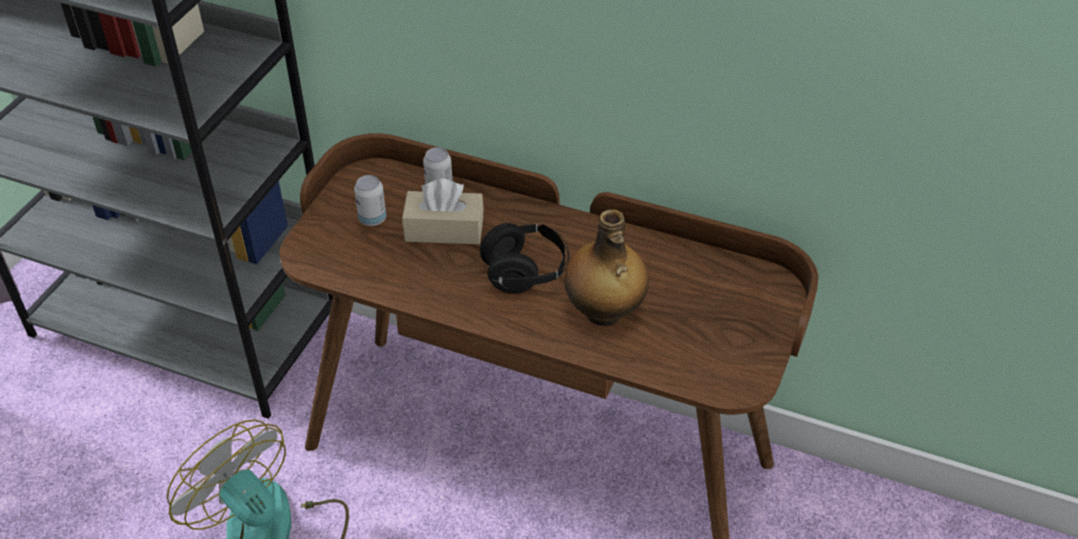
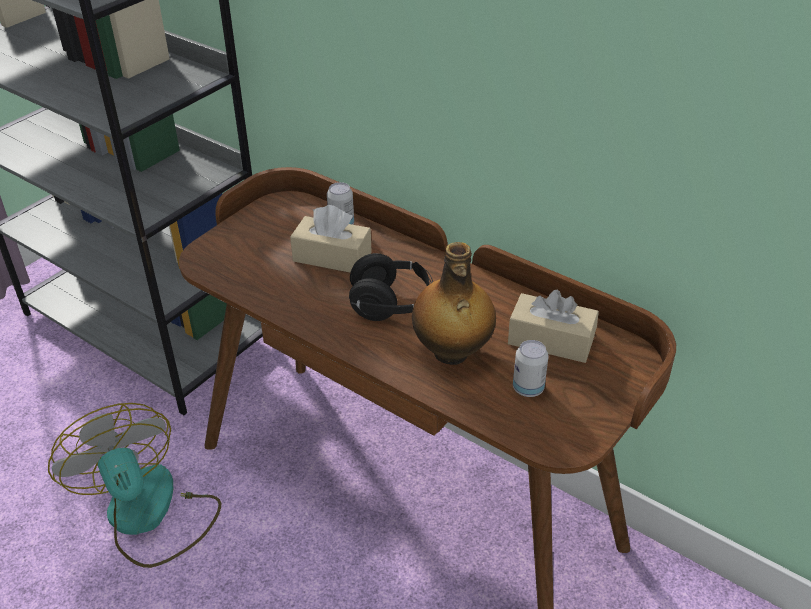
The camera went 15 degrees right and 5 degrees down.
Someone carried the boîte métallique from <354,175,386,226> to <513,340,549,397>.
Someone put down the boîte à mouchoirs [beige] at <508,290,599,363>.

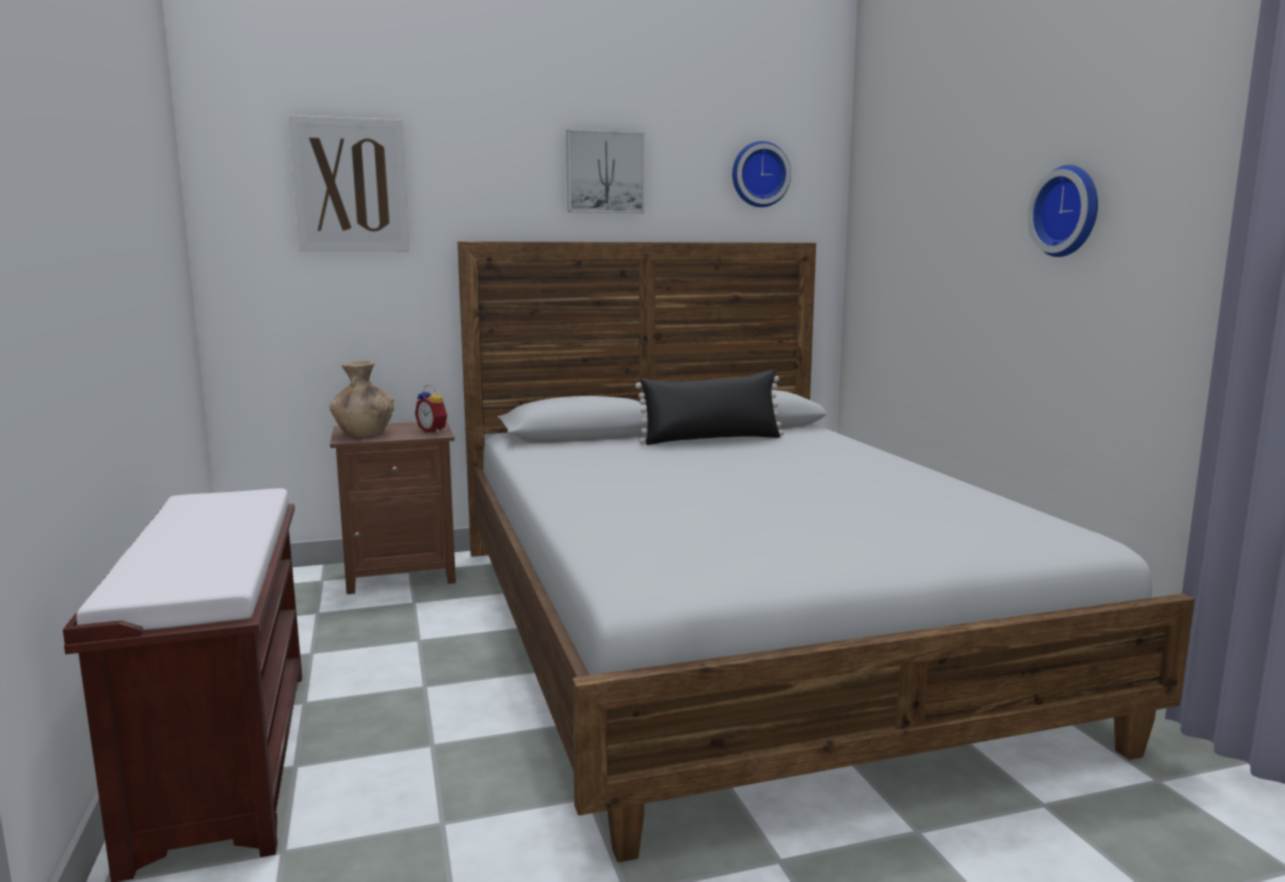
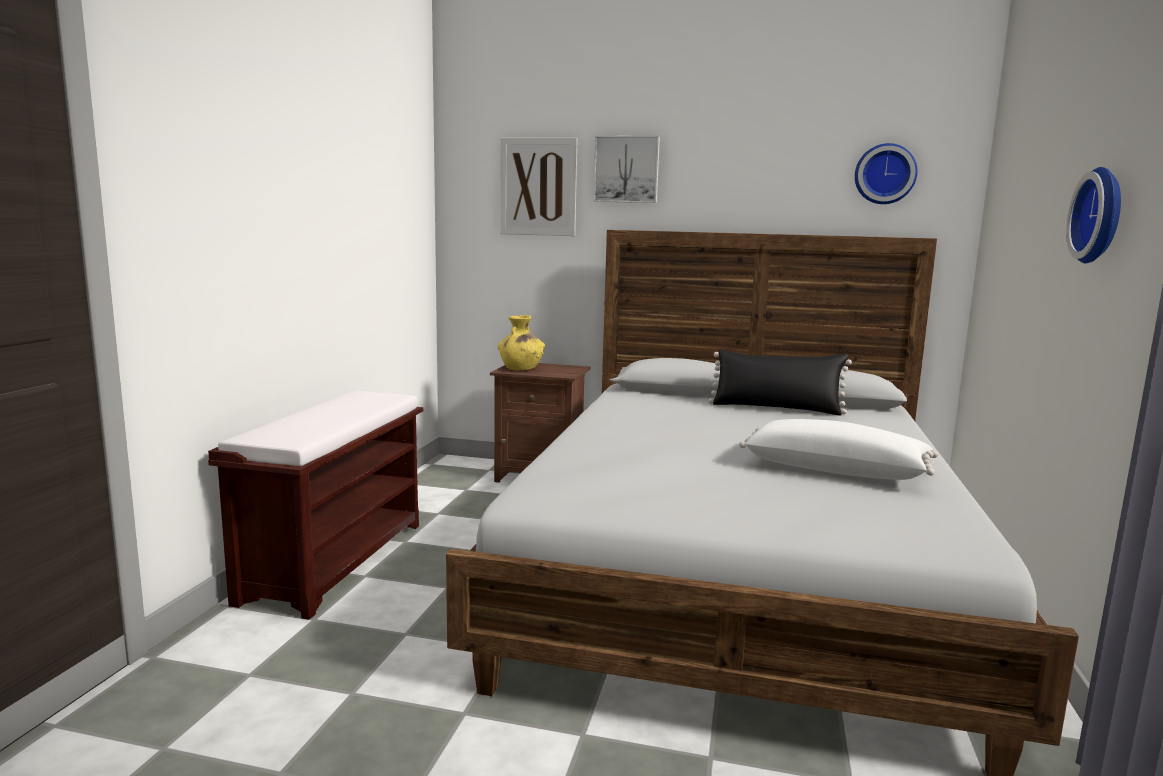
The camera went 30 degrees right and 0 degrees up.
Someone repainted the vase [marron] at <330,360,394,437>, which became the vase [jaune] at <498,315,545,370>.
Someone took away the réveil at <415,384,448,433>.
Someone carried the tableau from <566,129,645,213> to <593,136,660,203>.
Someone put down the coussin [blanc] at <739,419,938,480>.

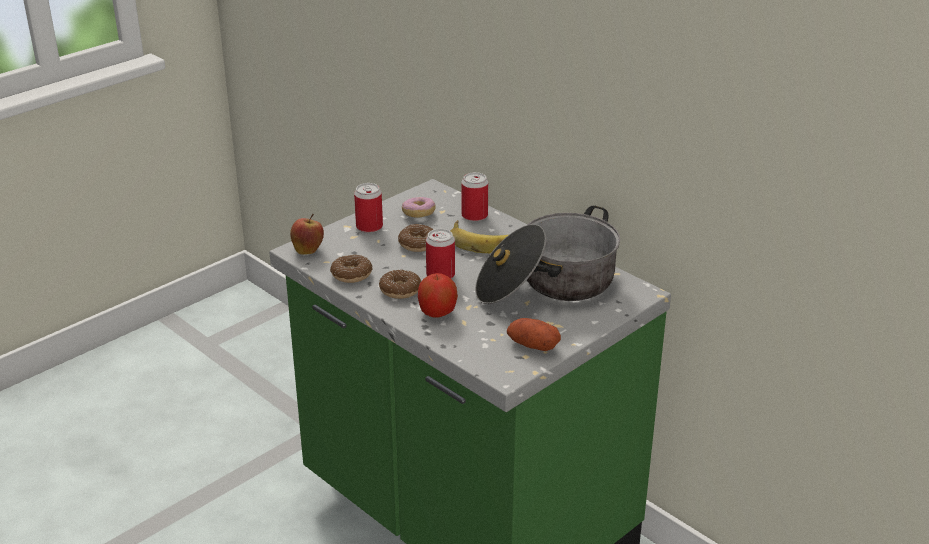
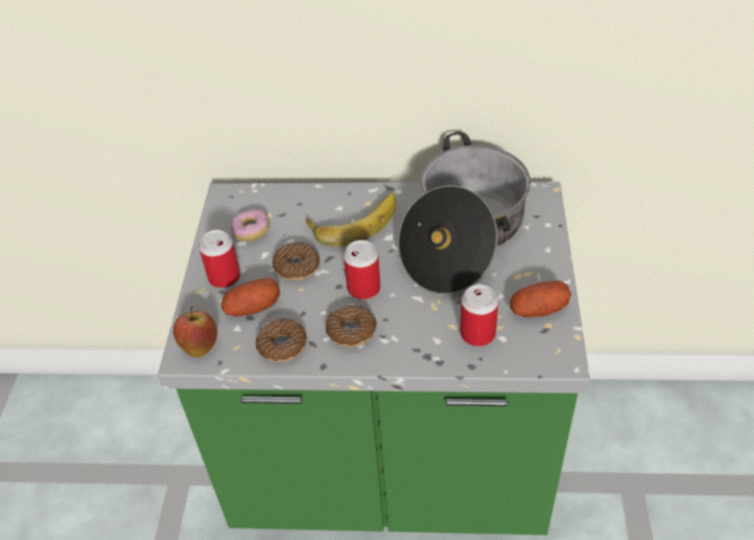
The camera went 40 degrees left and 15 degrees up.
Someone took away the pomme at <418,273,458,318>.
Someone carried the boîte métallique from <462,172,488,221> to <460,284,499,346>.
Someone put down the pomme de terre at <221,278,280,316>.

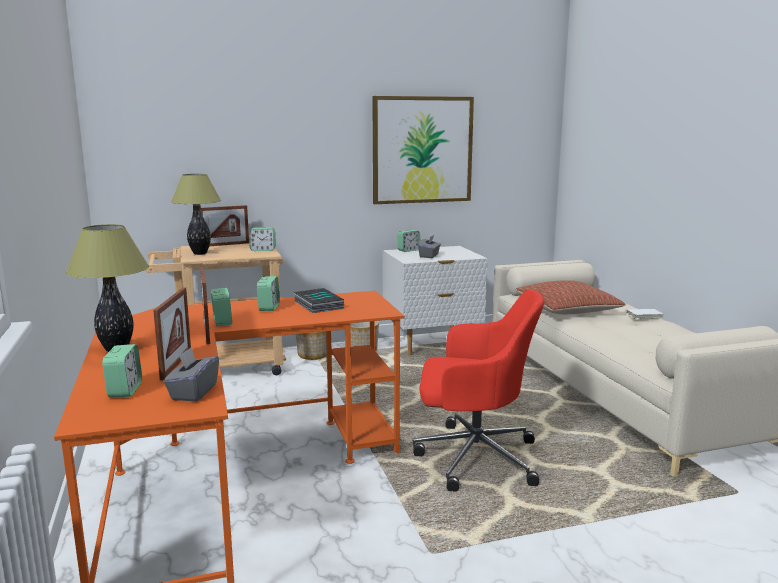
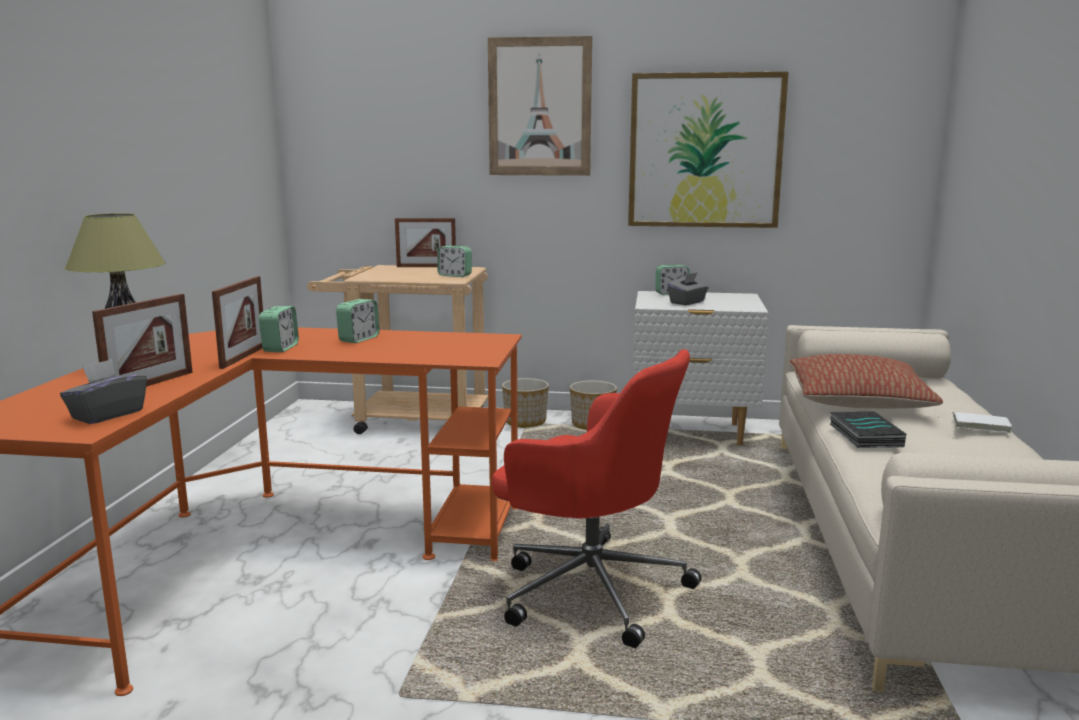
The camera went 25 degrees right and 0 degrees up.
Someone took away the réveil at <102,344,142,398>.
Someone took away the lampe de table at <171,174,221,255>.
Someone carried the livre from <294,288,344,313> to <830,411,906,448>.
Someone put up the tableau at <488,36,592,176>.

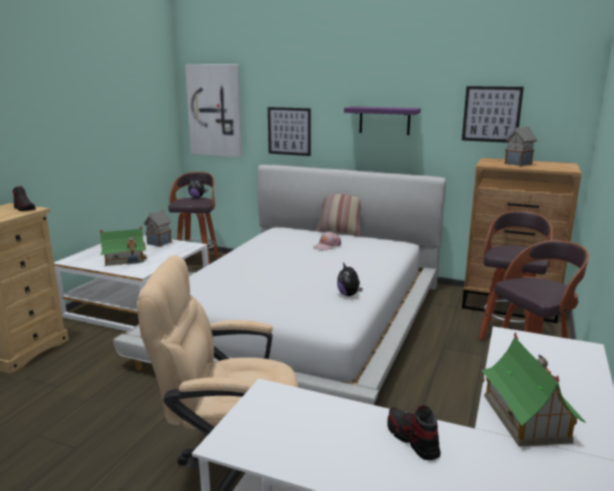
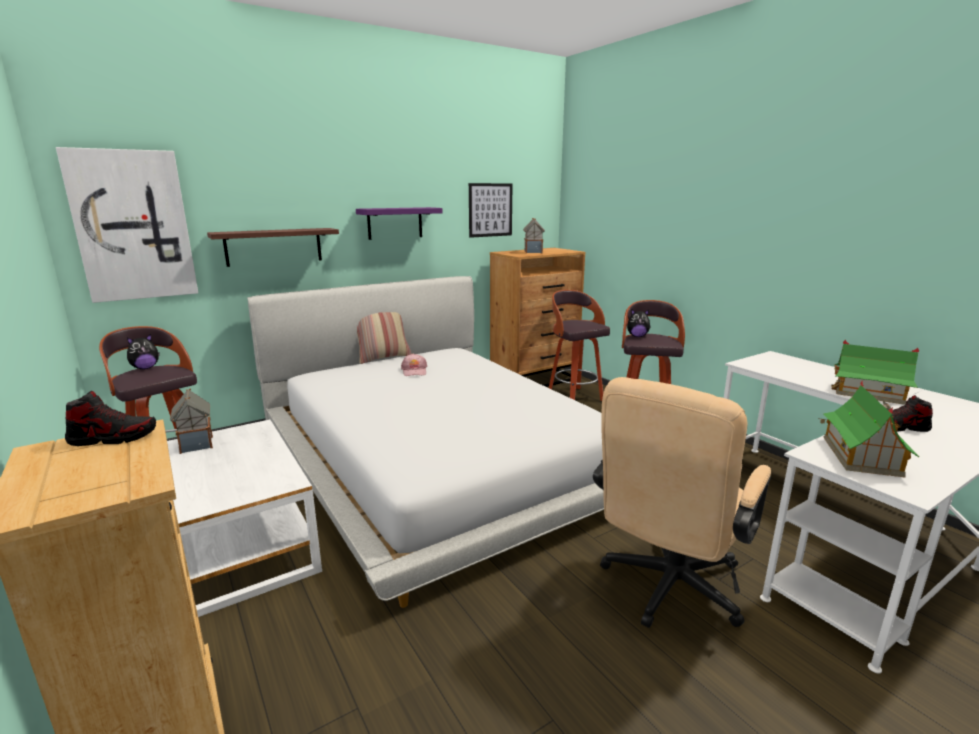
The camera went 55 degrees left and 0 degrees up.
Someone carried the maison miniature from <100,226,147,266> to <819,380,919,477>.
Someone swapped the tableau at <268,107,311,156> for the étagère at <207,228,339,267>.
Someone carried the peluche from <337,263,363,296> to <627,310,651,337>.

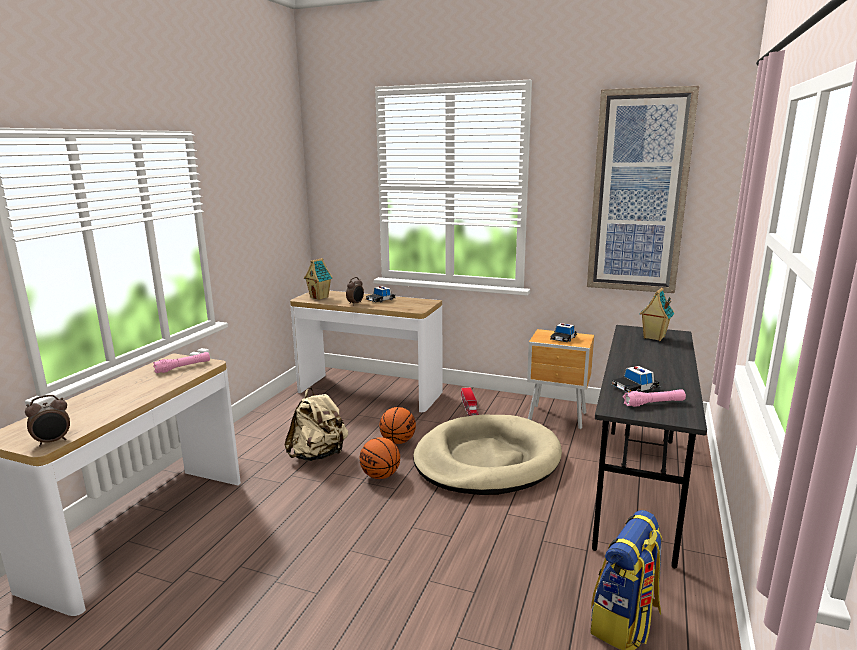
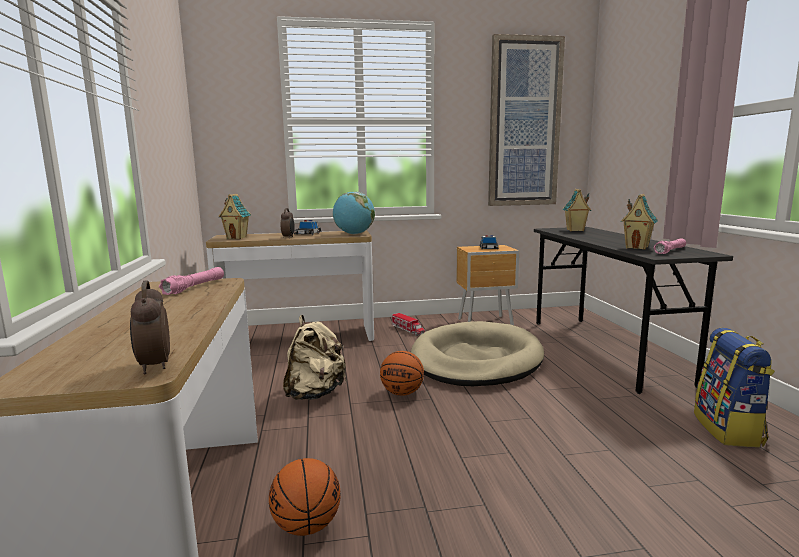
The camera went 30 degrees left and 5 degrees down.
Someone rotated the réveil at <25,395,70,447> by 135 degrees clockwise.
Someone carried the ballon de basket from <379,407,416,444> to <269,458,341,536>.
Someone swapped the petite voiture at <611,366,660,393> for the maison miniature at <621,194,658,250>.
Someone put down the globe at <333,191,375,234>.

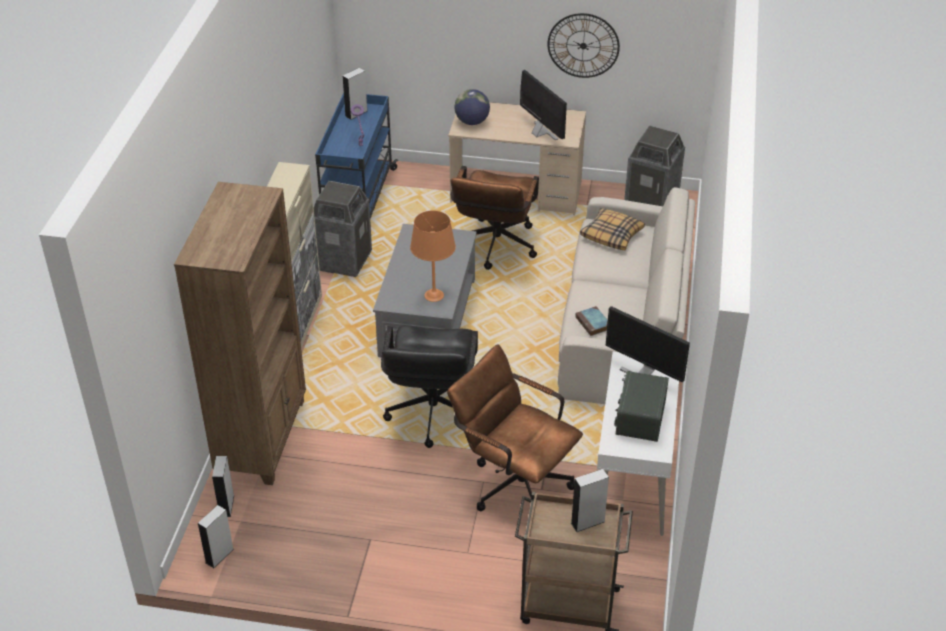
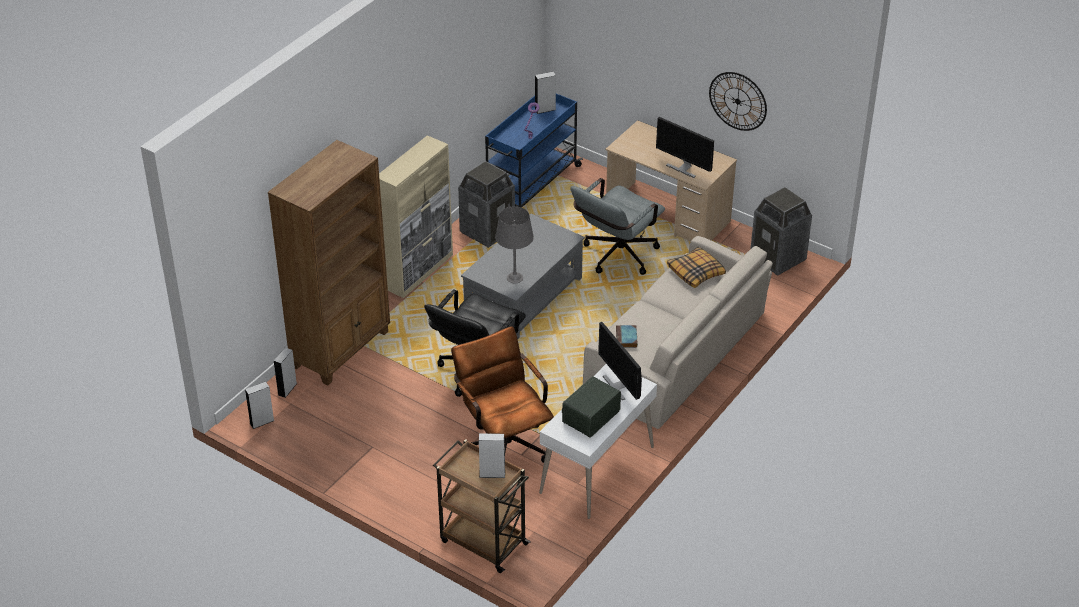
The camera went 25 degrees right and 0 degrees up.
Someone repainted the lampe de table [orange] at <410,211,456,302>, which became the lampe de table [gris] at <495,206,534,283>.
Someone repainted the chaise de bureau [marron] at <451,166,539,270>, which became the chaise de bureau [gris] at <570,178,665,275>.
Someone took away the globe at <455,89,490,125>.
Someone rotated the écran d'ordinateur at <520,70,567,140> by 135 degrees clockwise.

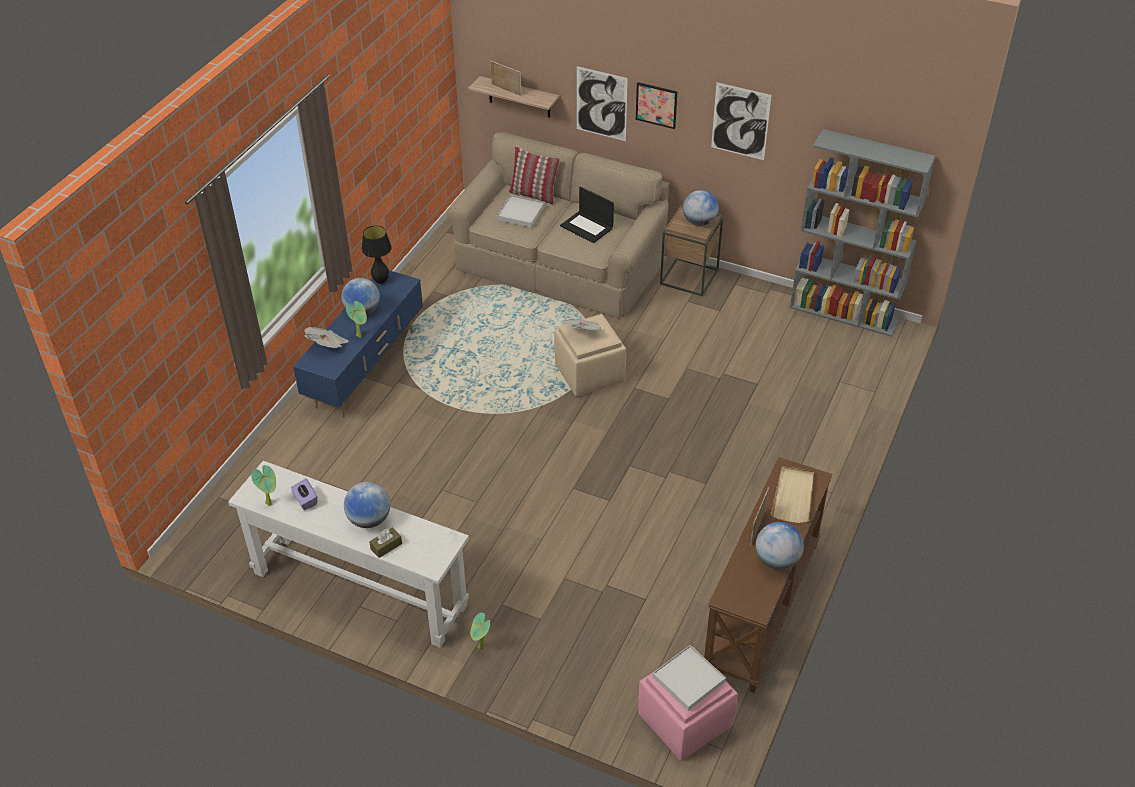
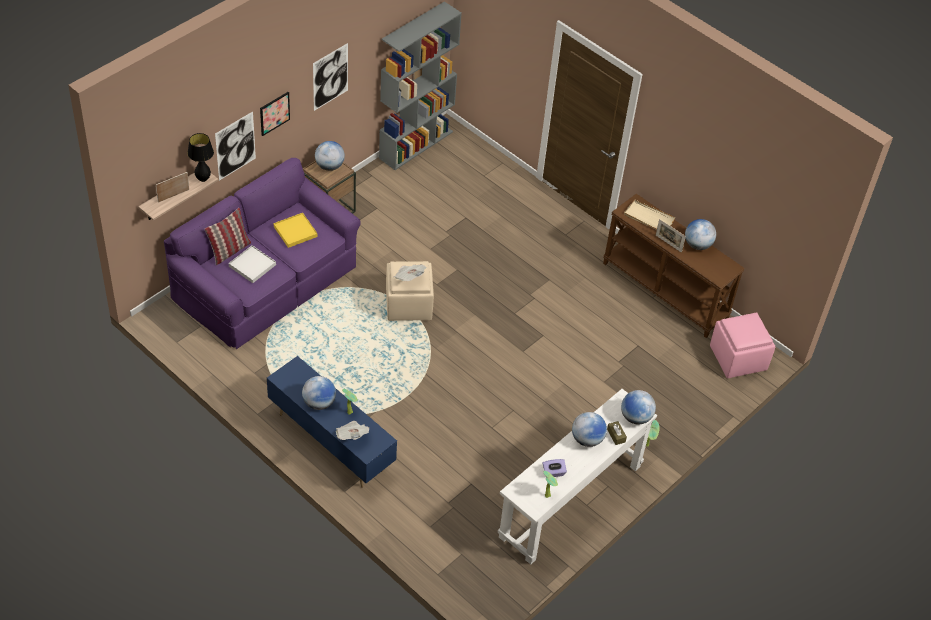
The camera went 75 degrees left and 5 degrees up.
Someone carried the lampe de table [noir] from <362,226,392,284> to <187,133,214,182>.
Someone repainted the canapé [beige] at <447,132,669,318>, which became the canapé [violet] at <164,158,361,349>.
Someone swapped the ordinateur portable at <560,186,614,243> for the plateau [jaune] at <274,213,318,248>.
Someone took away the plateau [blanc] at <653,645,726,711>.
Someone put down the globe at <621,390,656,424>.

